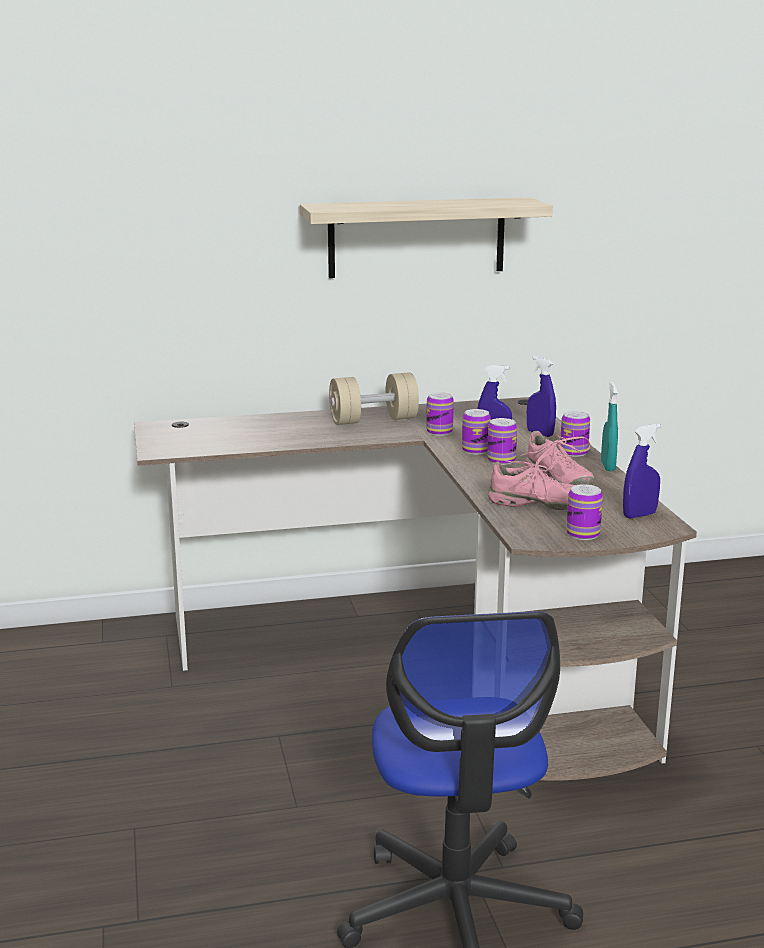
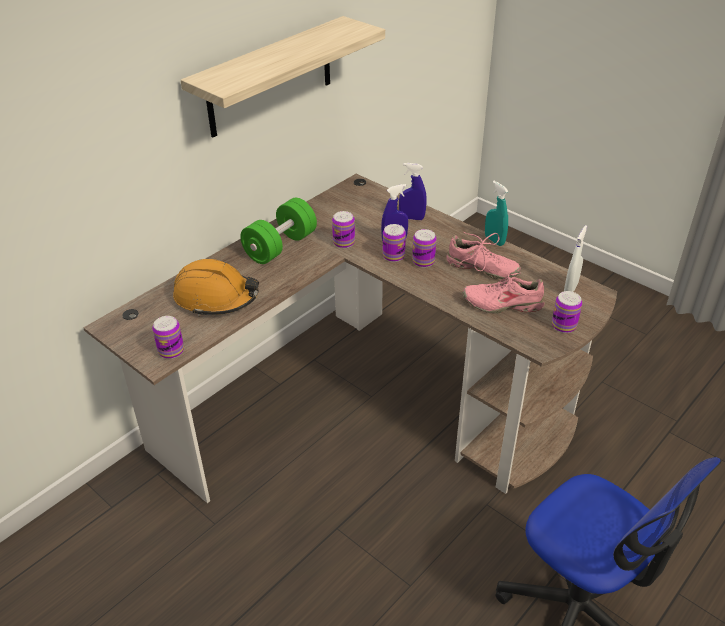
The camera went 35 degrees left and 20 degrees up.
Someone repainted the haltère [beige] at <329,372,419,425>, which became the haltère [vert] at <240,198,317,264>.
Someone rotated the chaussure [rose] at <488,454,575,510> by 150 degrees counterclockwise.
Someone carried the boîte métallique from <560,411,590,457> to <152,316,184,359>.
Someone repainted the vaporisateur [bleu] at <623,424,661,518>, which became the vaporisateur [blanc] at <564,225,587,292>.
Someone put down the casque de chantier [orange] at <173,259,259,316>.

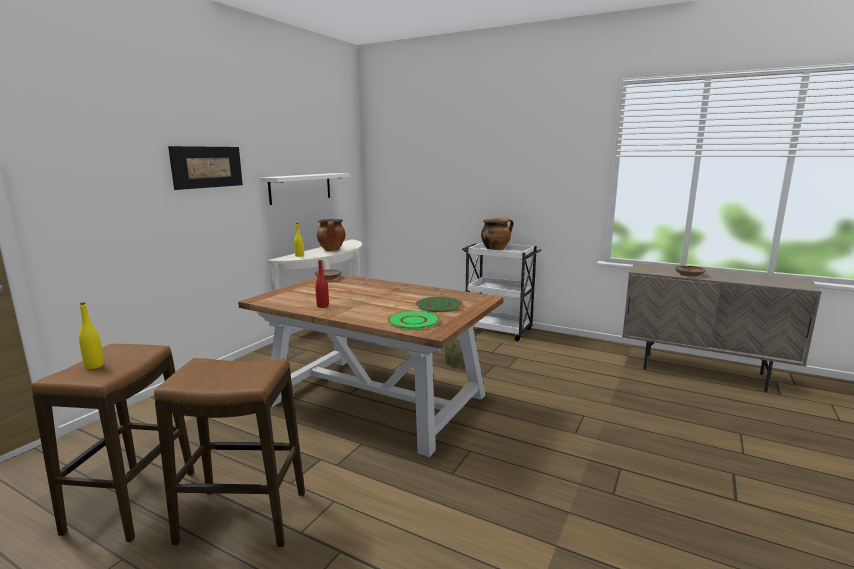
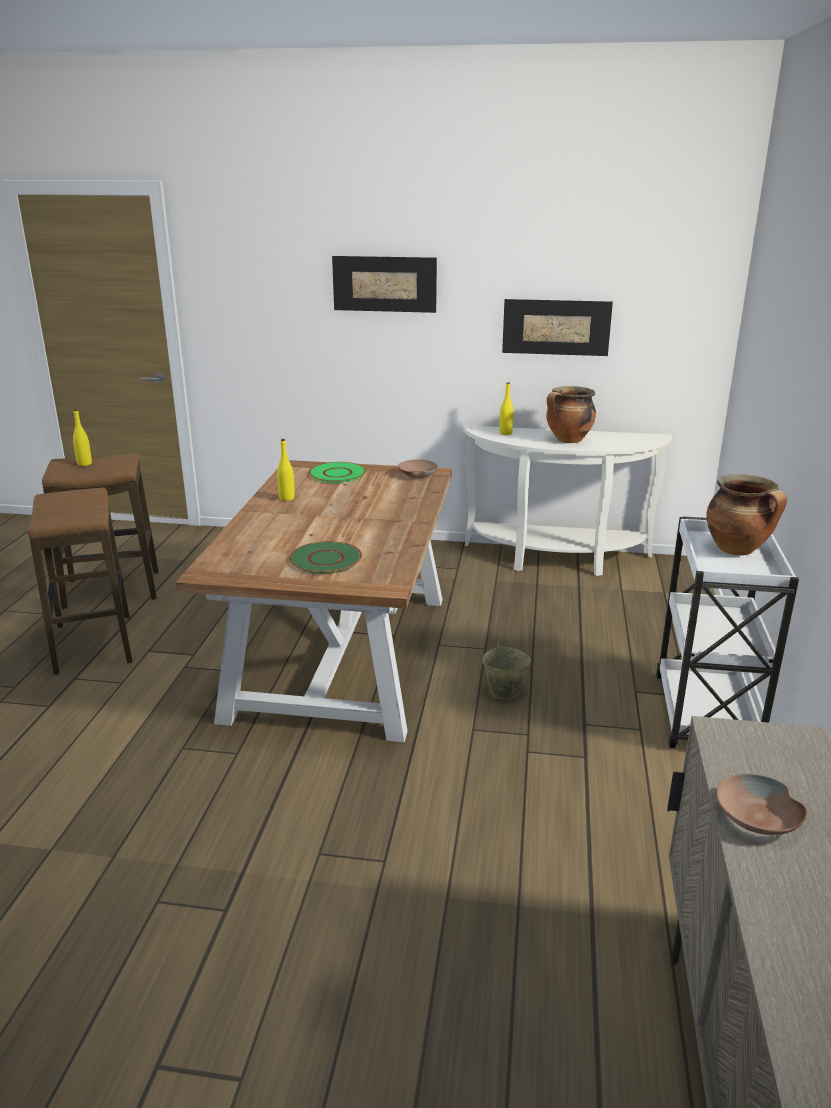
The camera went 70 degrees right and 10 degrees up.
Someone swapped the étagère [blanc] at <260,173,351,205> for the tableau at <502,299,613,356>.
Someone repainted the bouteille [rouge] at <315,260,329,308>, which became the bouteille [jaune] at <277,439,295,501>.
Someone carried the assiette [vert] from <388,311,440,329> to <309,462,366,483>.

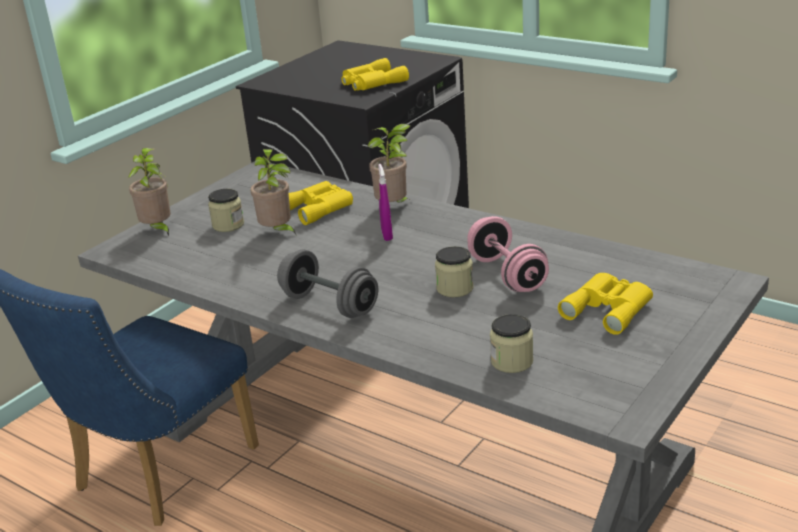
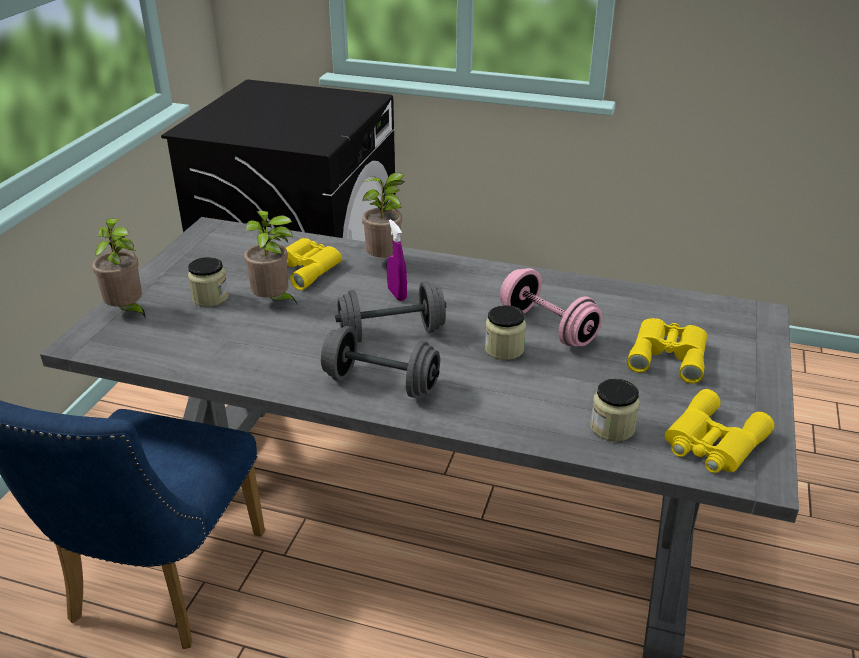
The camera went 20 degrees left and 5 degrees up.
Someone carried the jumelles [jaune] from <341,58,409,91> to <665,389,774,473>.
Someone put down the haltère [gris] at <335,281,446,342>.

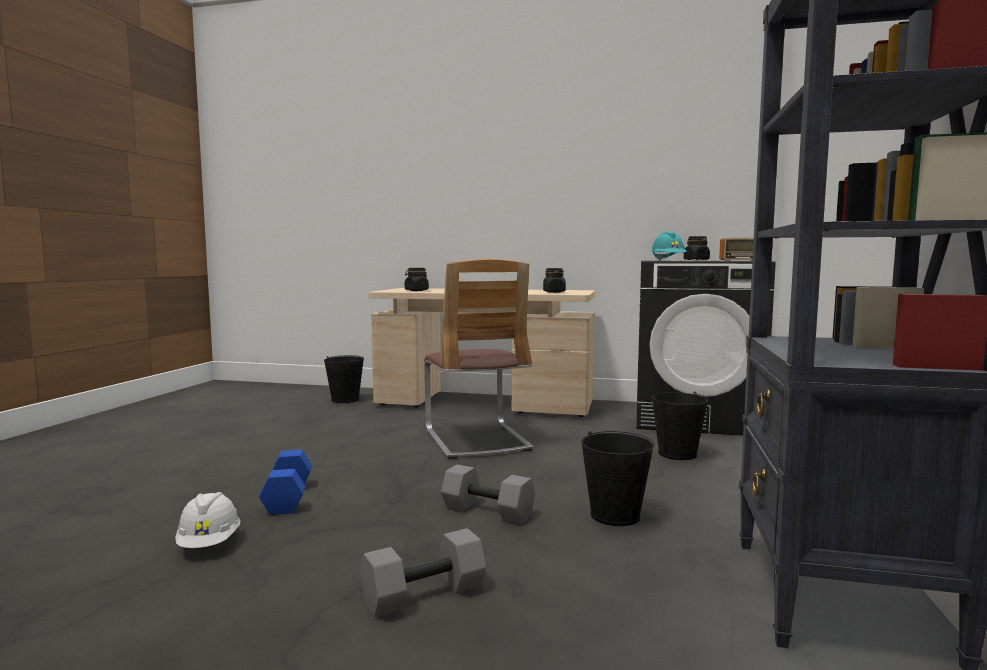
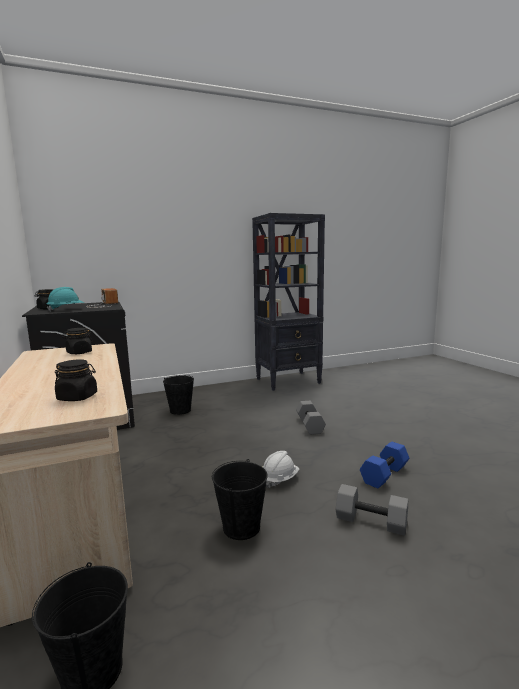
The camera went 125 degrees left and 5 degrees up.
Someone carried the casque de chantier [blanc] from <175,492,240,548> to <262,451,299,488>.
Someone carried the haltère [gris] from <360,528,487,617> to <335,484,408,536>.
Someone took away the chaise at <424,259,534,459>.
Someone carried the seau [noir] from <581,431,654,526> to <212,459,268,540>.

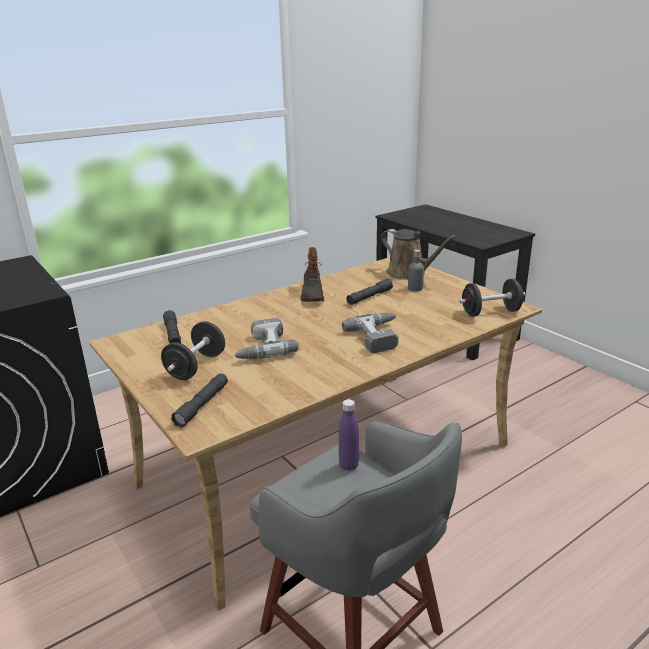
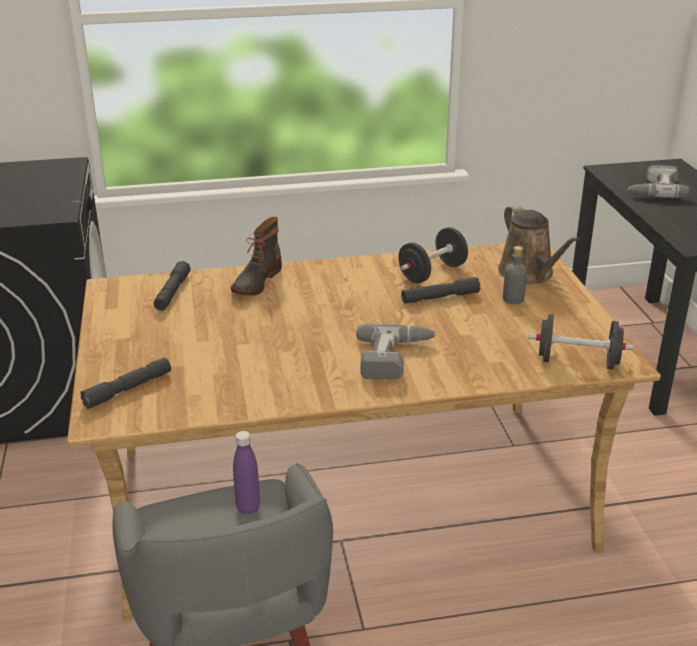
The camera went 25 degrees right and 5 degrees up.
Someone carried the haltère [noir] from <161,321,225,380> to <398,227,468,284>.
Someone carried the perceuse from <234,318,299,359> to <628,165,689,198>.
Someone carried the botte from <301,247,324,302> to <231,217,282,296>.

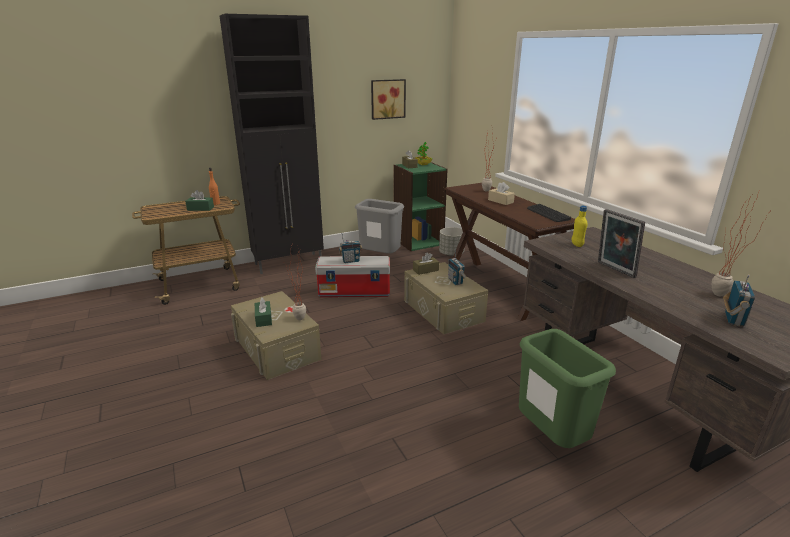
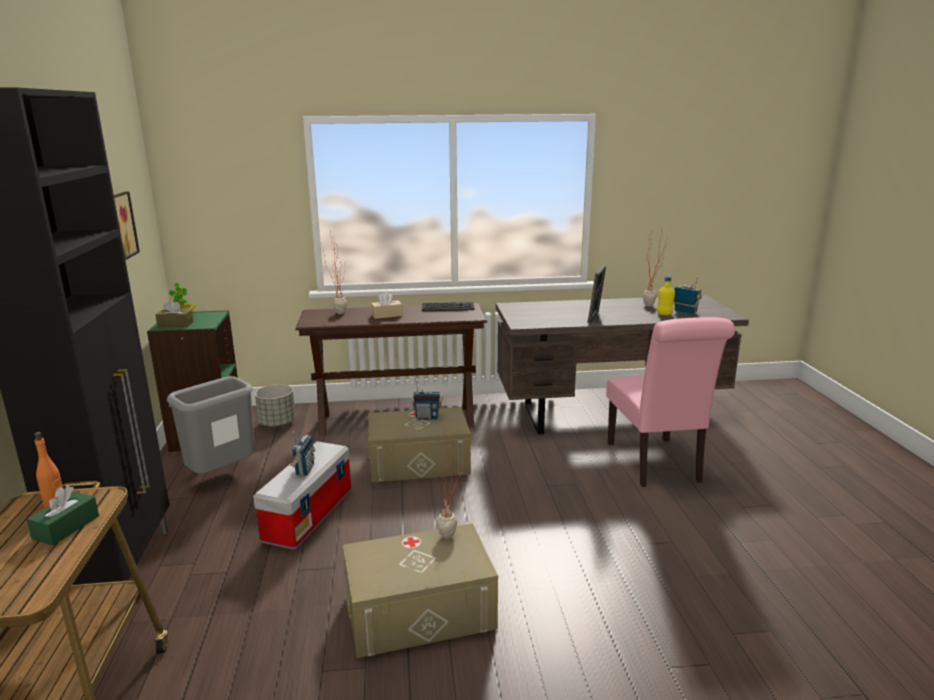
The camera went 70 degrees left and 5 degrees down.
Someone took away the boîte à mouchoirs [vert] at <255,297,272,327>.
Someone took away the boîte à mouchoirs [marron] at <413,253,439,275>.
Someone swapped the poubelle [vert] at <519,329,616,448> for the chaise [rose] at <606,317,735,487>.
Someone carried the bouteille [jaune] from <572,206,588,247> to <657,276,675,315>.
Someone rotated the cadre photo at <598,209,645,278> by 60 degrees counterclockwise.

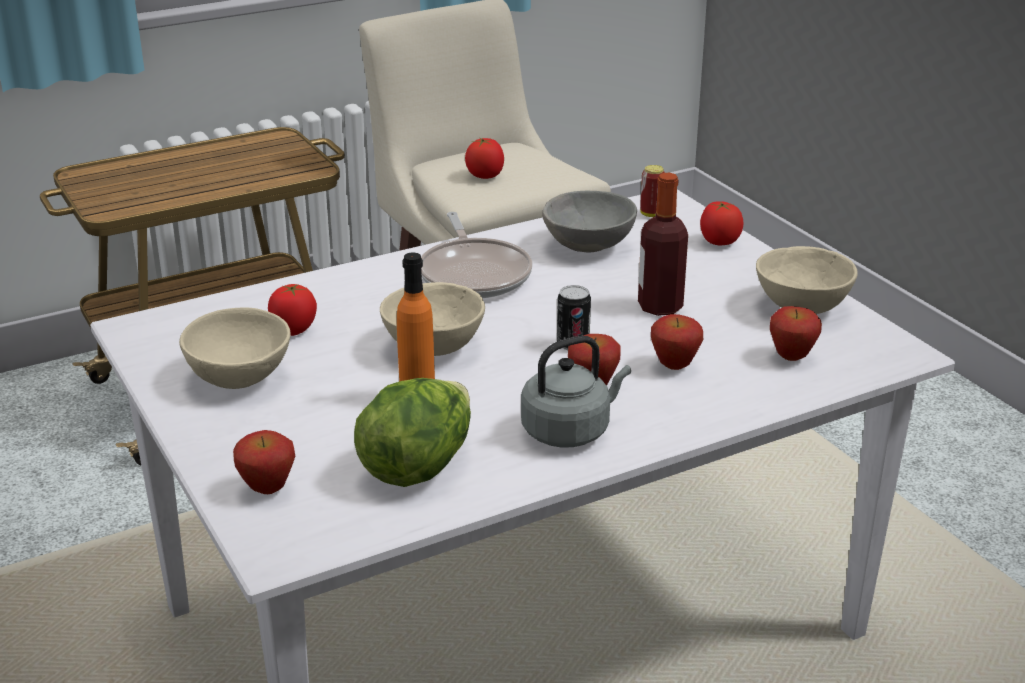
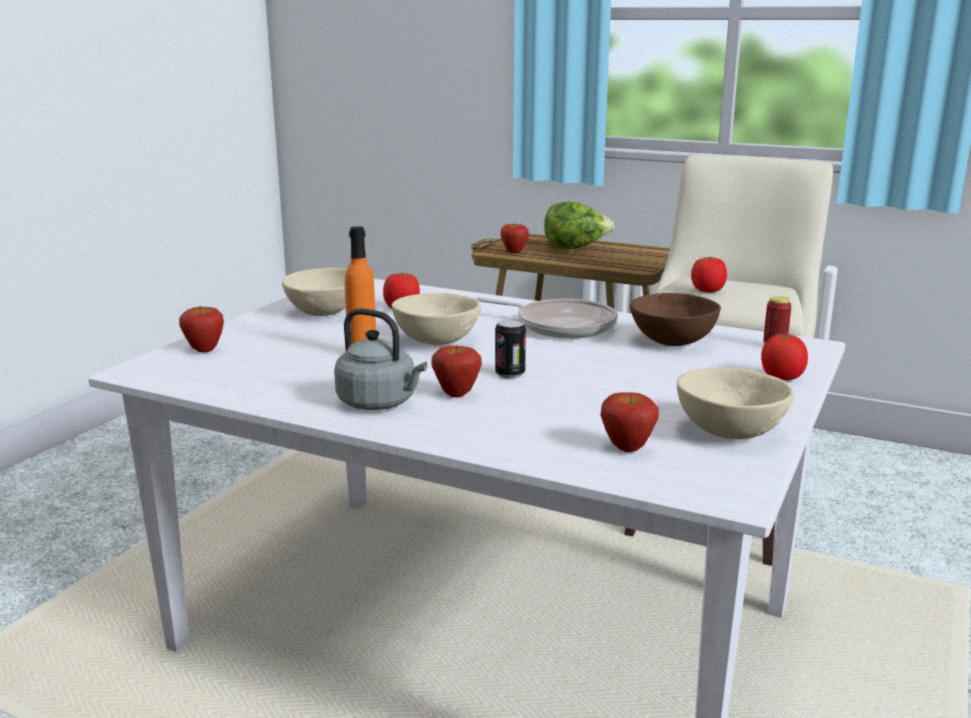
The camera went 55 degrees right and 10 degrees down.
Someone carried the laitue from <354,378,471,487> to <544,201,614,250>.
Someone rotated the poêle at <421,212,532,298> by 105 degrees counterclockwise.
Someone repainted the bol [gris] at <542,191,637,252>, which became the bol [marron] at <630,293,721,346>.
Someone took away the bouteille at <638,173,688,316>.
Someone carried the pomme from <651,314,703,370> to <501,224,529,253>.

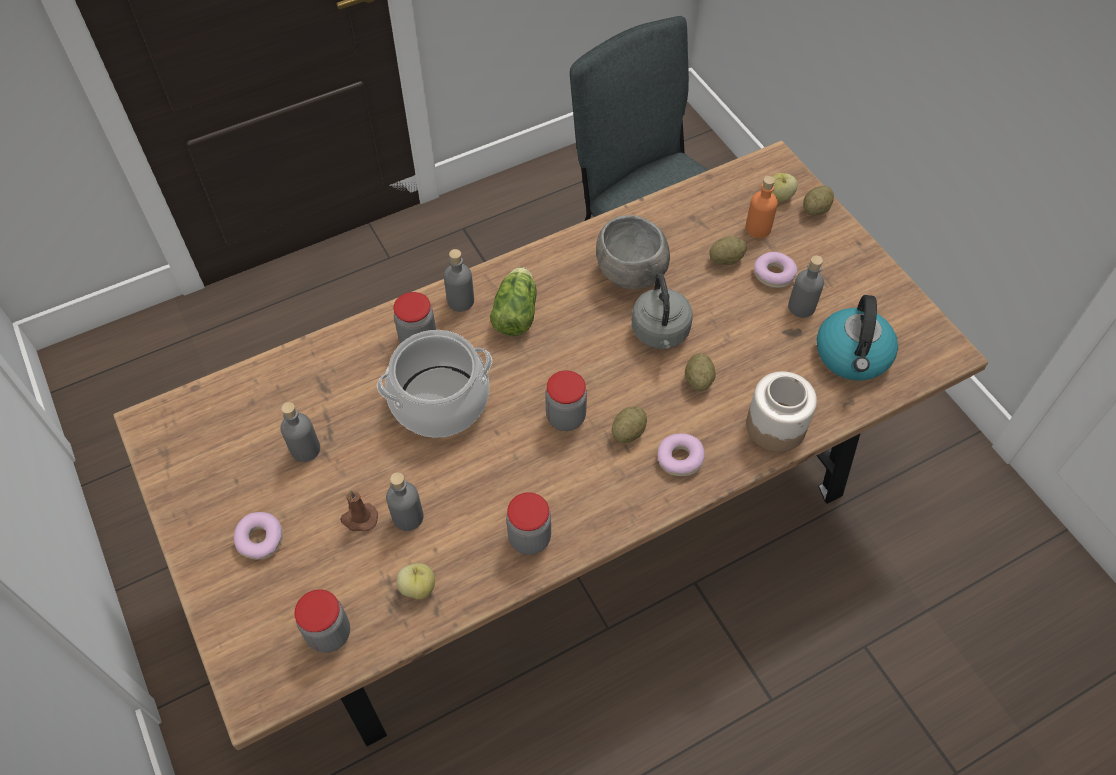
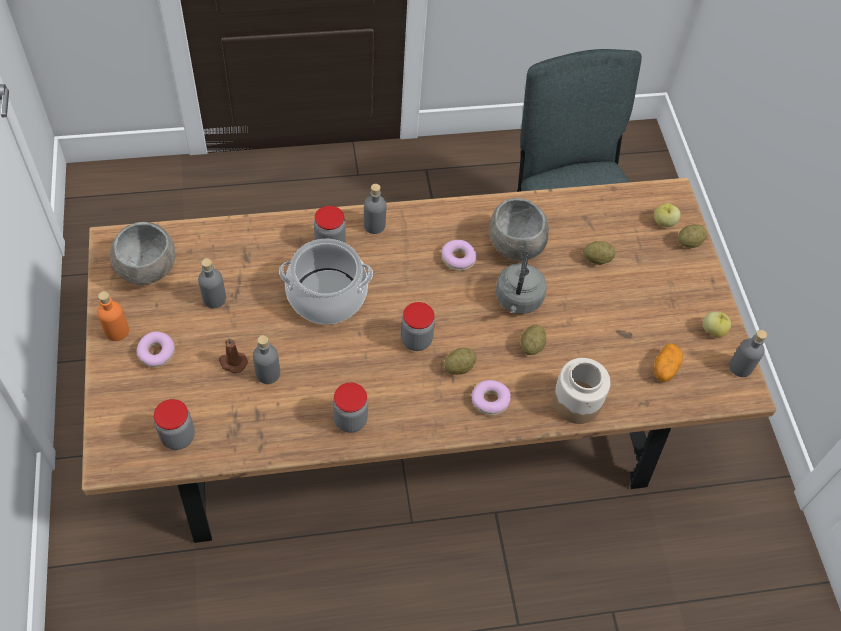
The camera went 15 degrees right and 0 degrees up.
Someone carried the pomme from <396,563,435,600> to <703,312,731,338>.
Someone took away the laitue at <490,267,537,336>.
Someone carried the bouteille [orange] from <746,176,778,238> to <97,291,129,341>.
Someone carried the beignet from <754,252,797,288> to <441,240,477,271>.
Someone carried the bouteille [gris] from <788,255,824,318> to <729,330,767,377>.
Someone swapped the bouilloire at <817,295,898,381> for the pomme de terre at <654,343,683,382>.
Someone put down the bol [gris] at <110,222,175,285>.

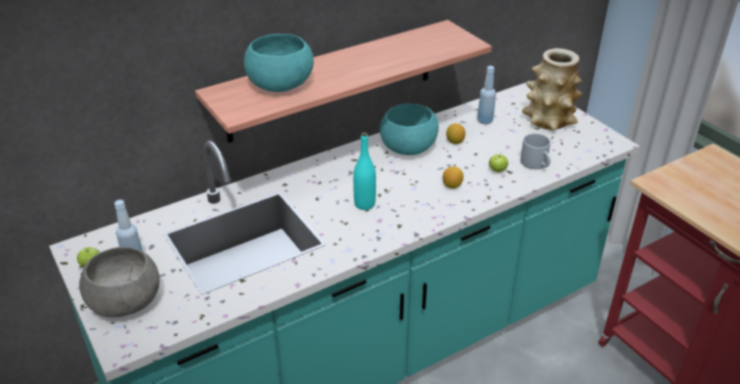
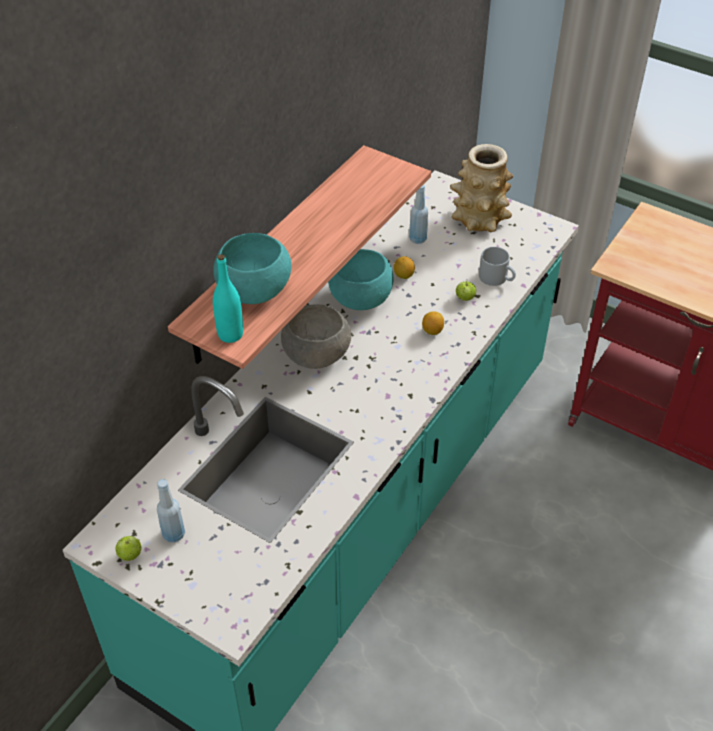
The camera went 25 degrees left and 10 degrees up.
Someone carried the bol [gris] from <79,247,159,317> to <281,305,351,369>.
Someone carried the bouteille [turquoise] from <353,132,376,210> to <213,254,243,343>.

